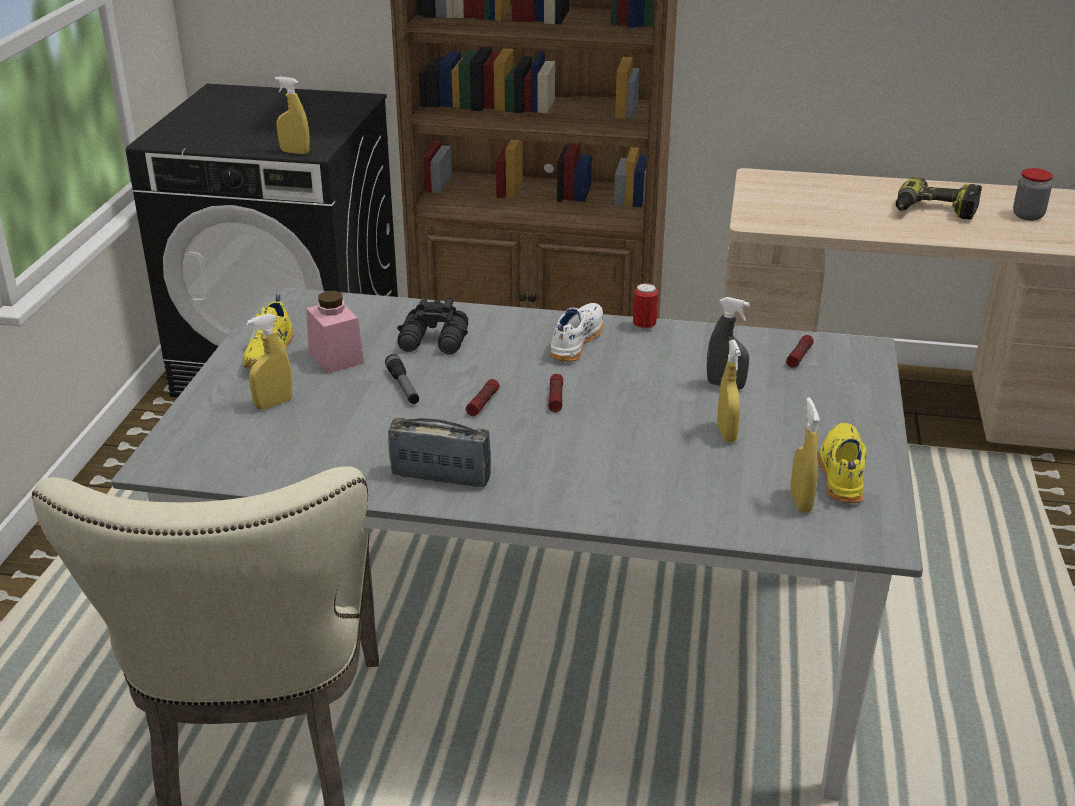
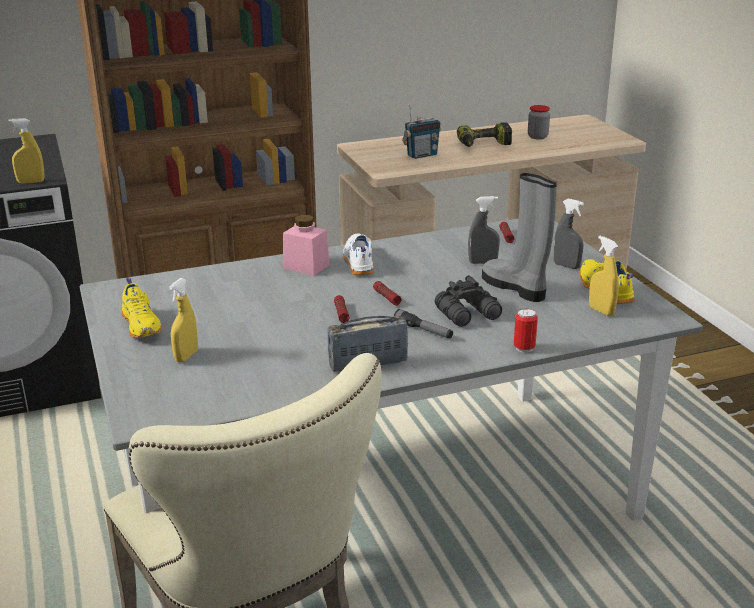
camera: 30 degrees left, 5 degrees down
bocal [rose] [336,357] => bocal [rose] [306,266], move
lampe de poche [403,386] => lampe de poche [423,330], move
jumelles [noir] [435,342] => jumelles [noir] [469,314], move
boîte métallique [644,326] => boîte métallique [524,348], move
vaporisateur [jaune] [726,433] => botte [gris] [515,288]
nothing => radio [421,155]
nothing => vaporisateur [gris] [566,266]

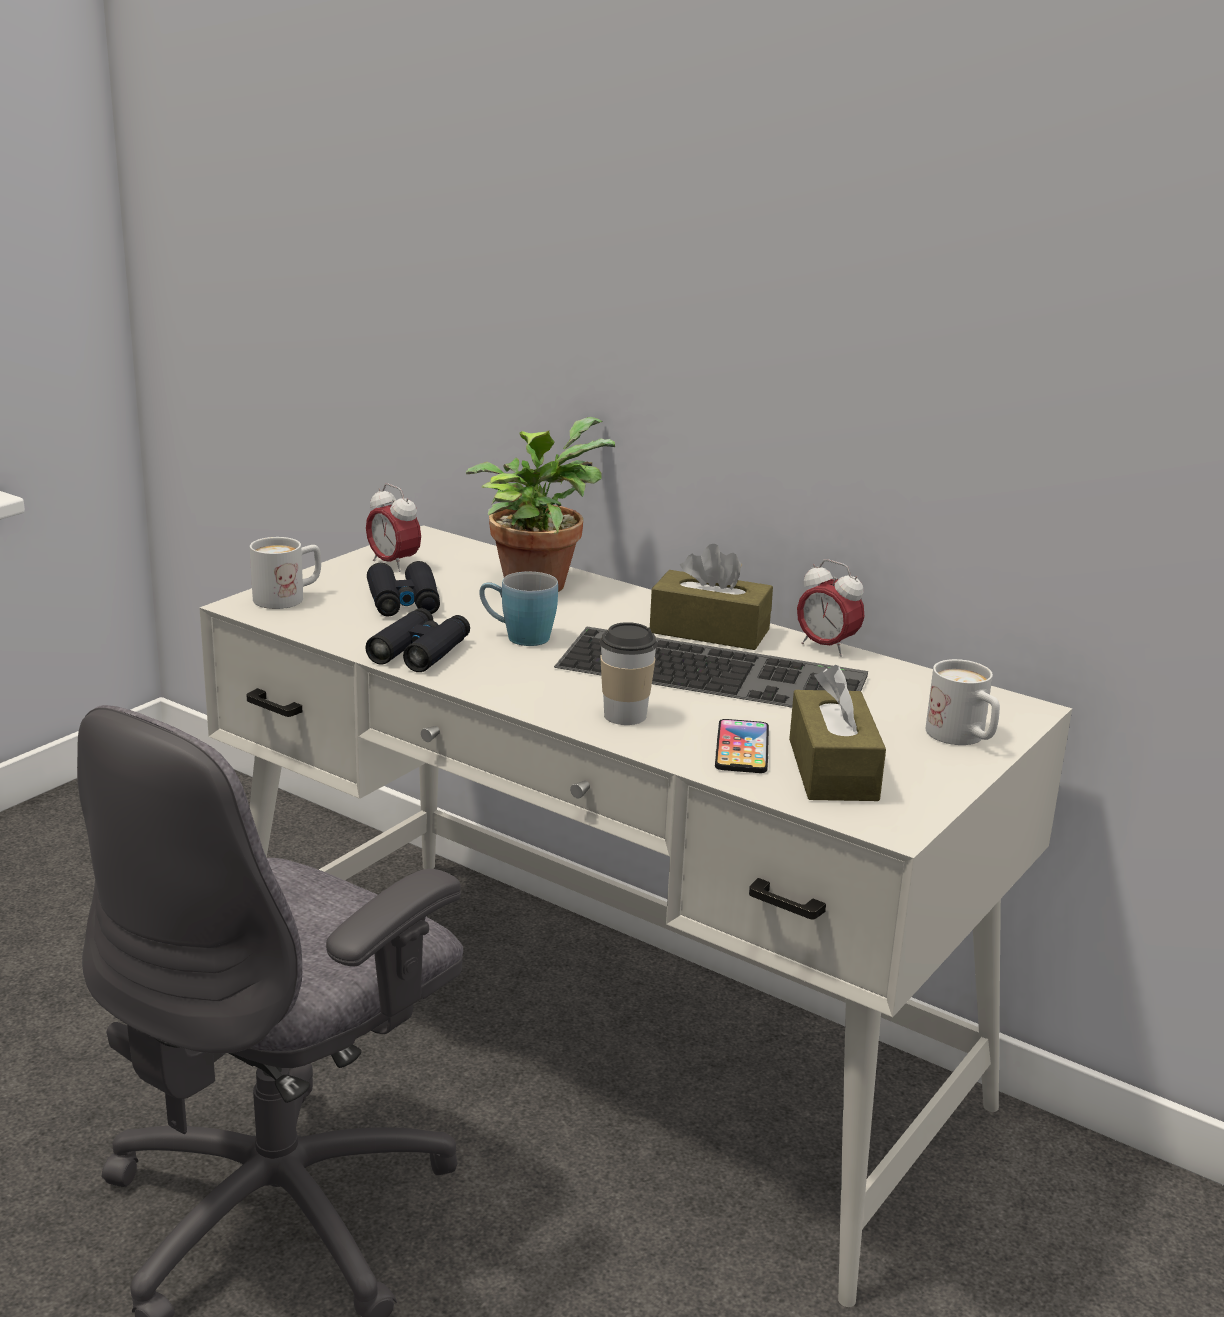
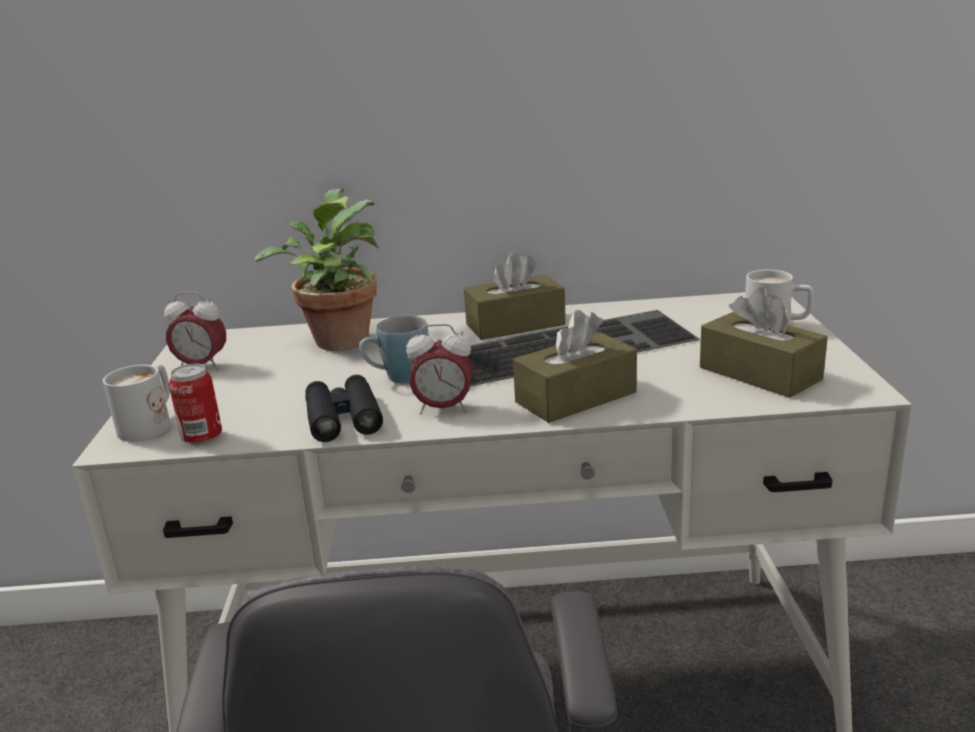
camera: 35 degrees left, 0 degrees up
jumelles [noir] [404,602] => nothing
tasse [625,715] => boîte à mouchoirs [marron] [576,397]
téléphone [742,748] => nothing
réveil [826,647] => réveil [443,409], move
nothing => boîte métallique [202,438]

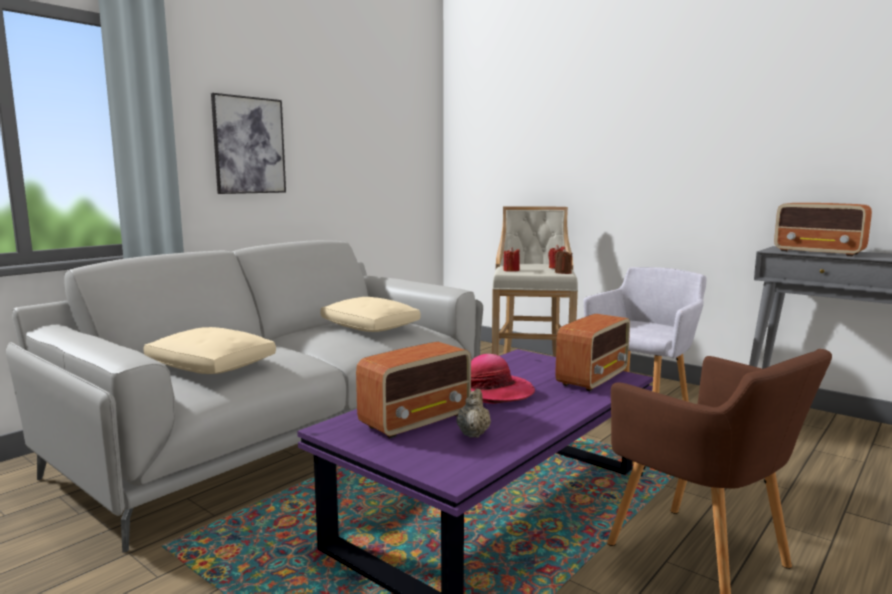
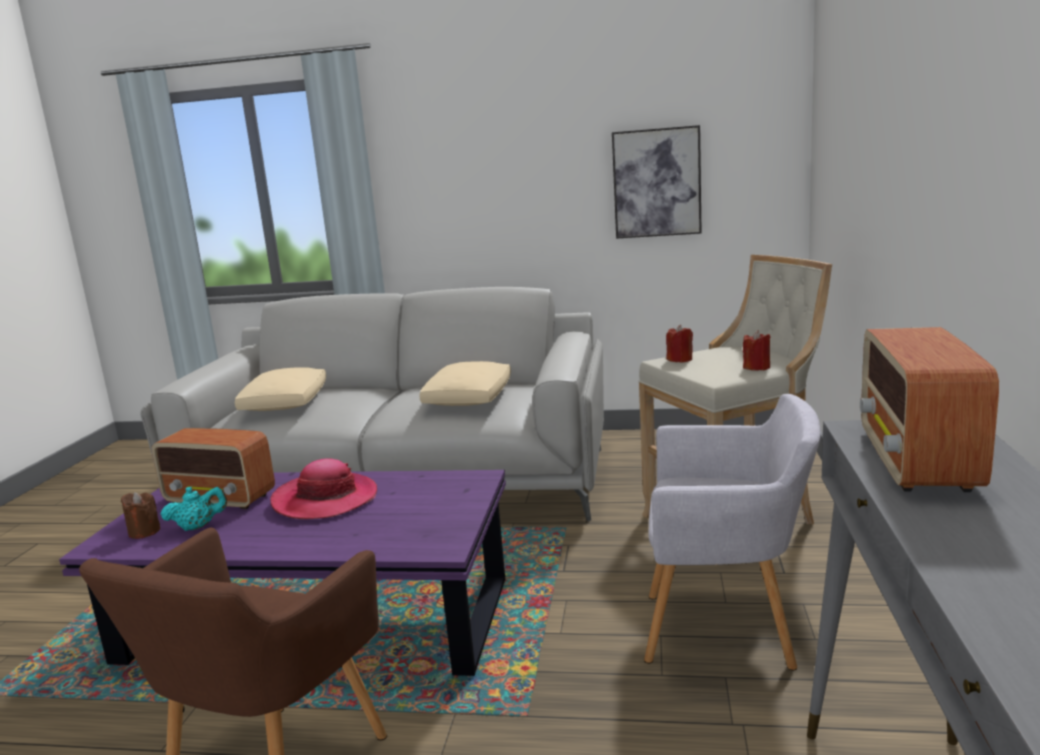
camera: 60 degrees right, 5 degrees up
tableau [249,145] => tableau [656,183], move
théière [beige] [473,433] => théière [turquoise] [198,527]
bougie [marron] [563,272] => bougie [marron] [144,532], move
radio [593,378] => nothing

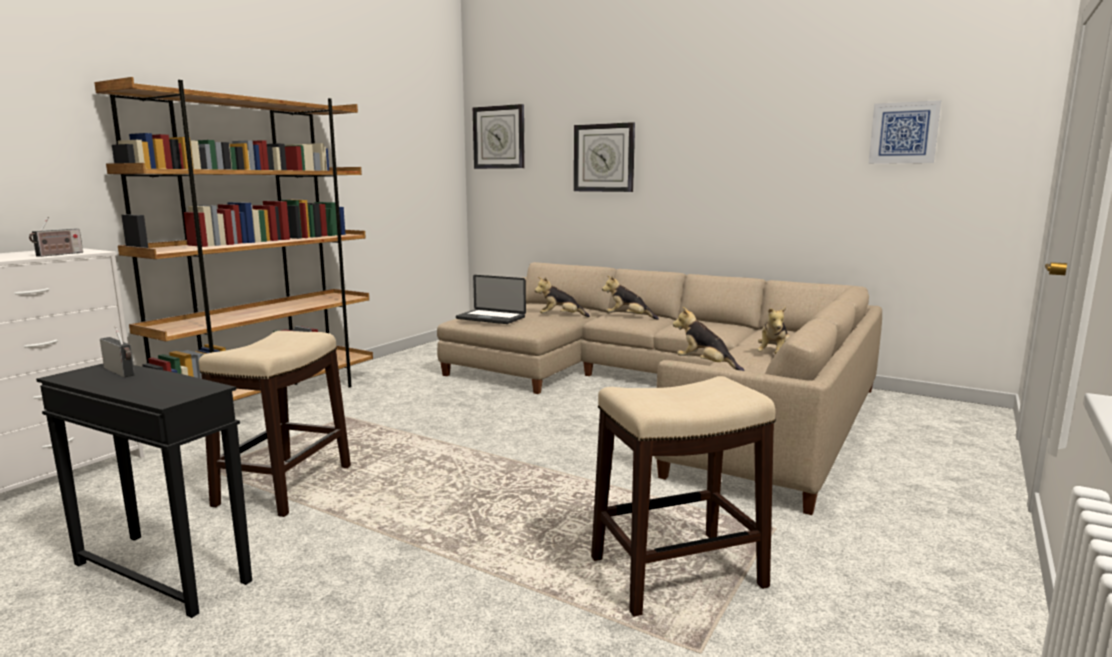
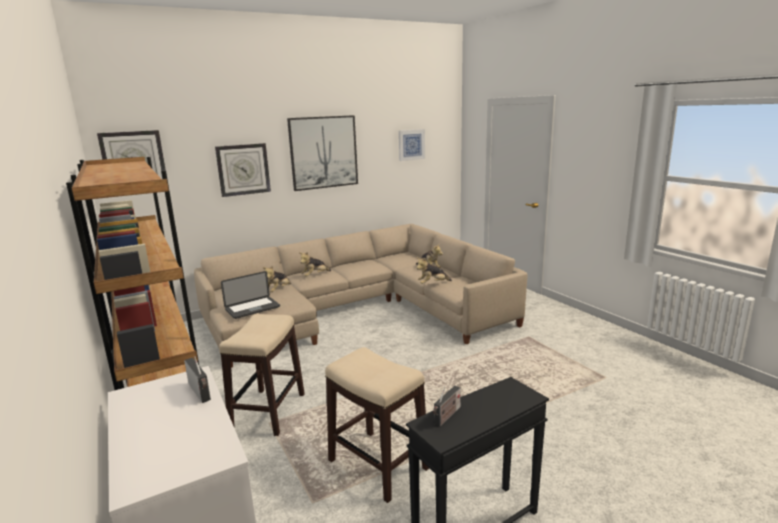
camera: 60 degrees left, 5 degrees up
radio [121,372] => radio [447,416], 150 degrees clockwise
tabouret [678,572] => tabouret [269,411], move
nothing => tableau [323,152]

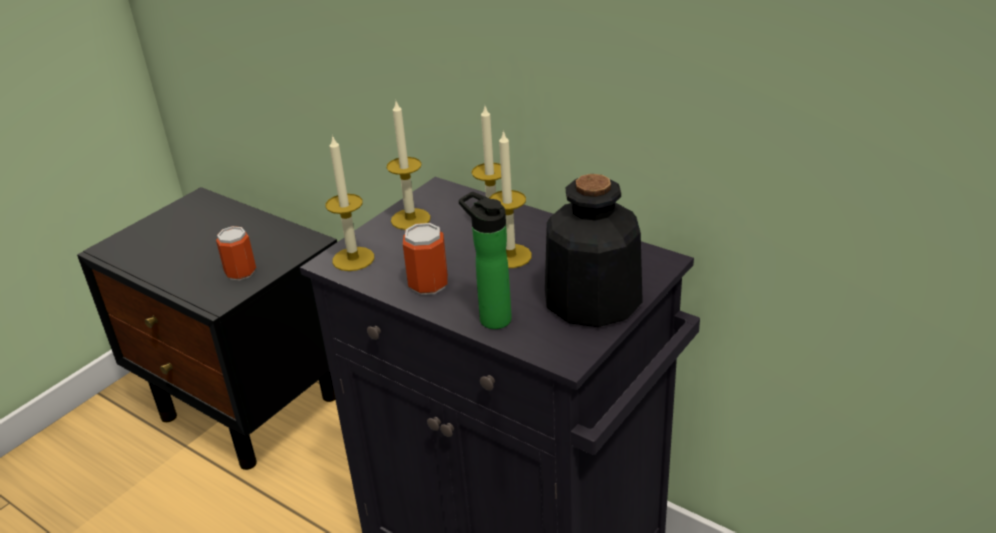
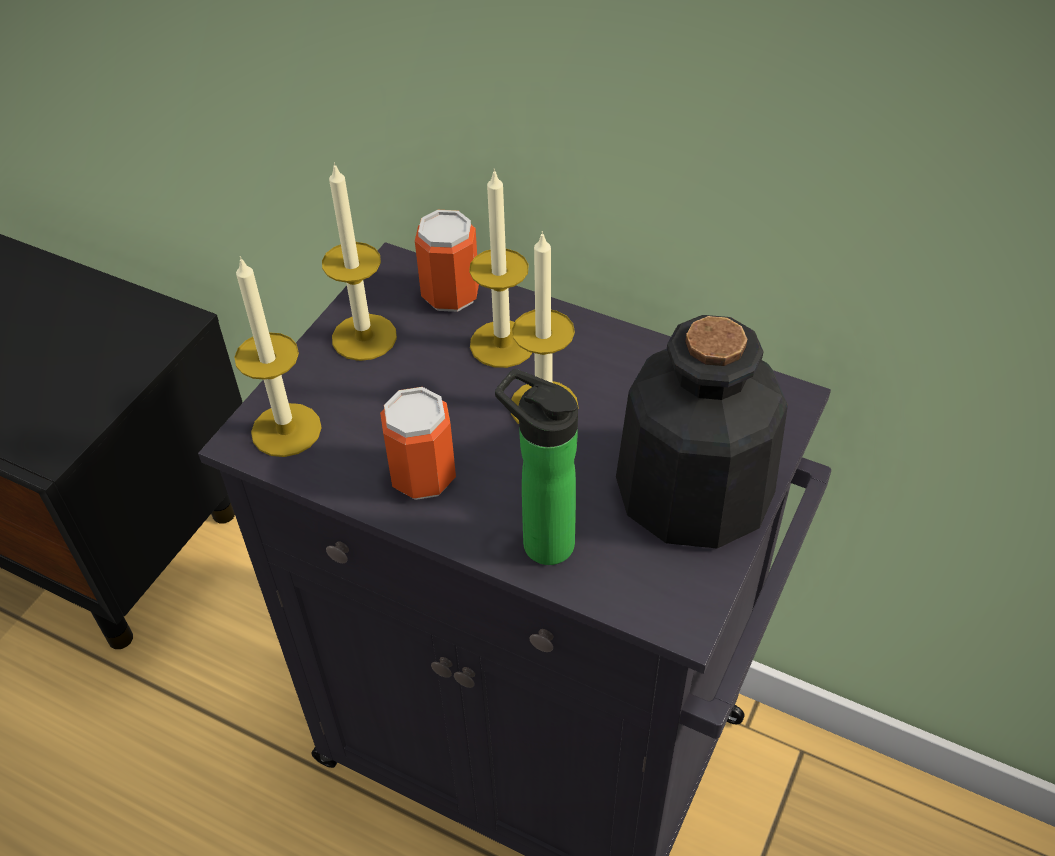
camera: 10 degrees left, 15 degrees up
boîte métallique [241,272] => boîte métallique [450,294], move

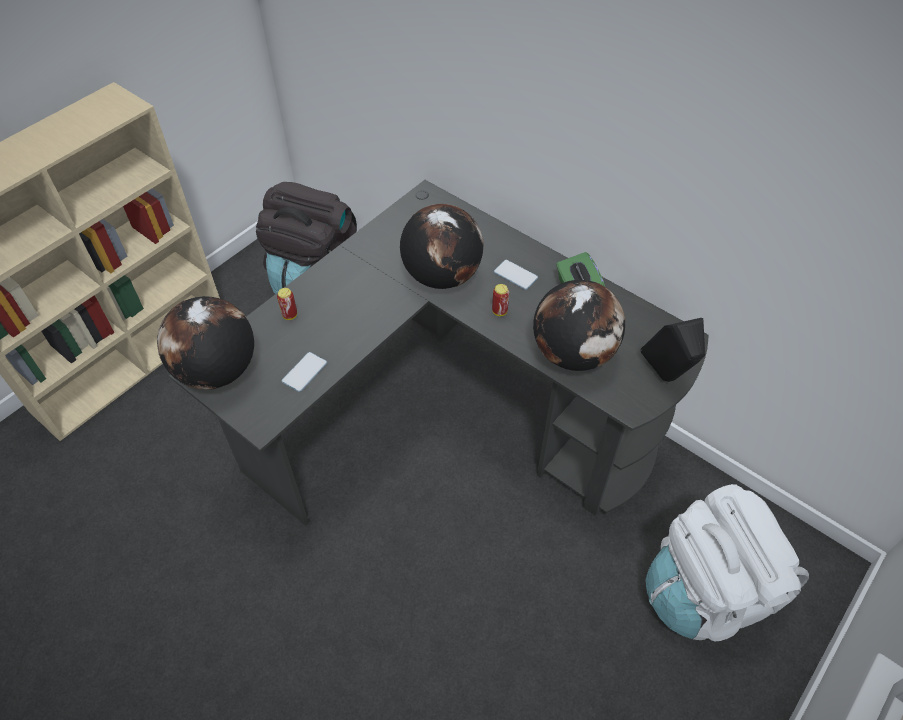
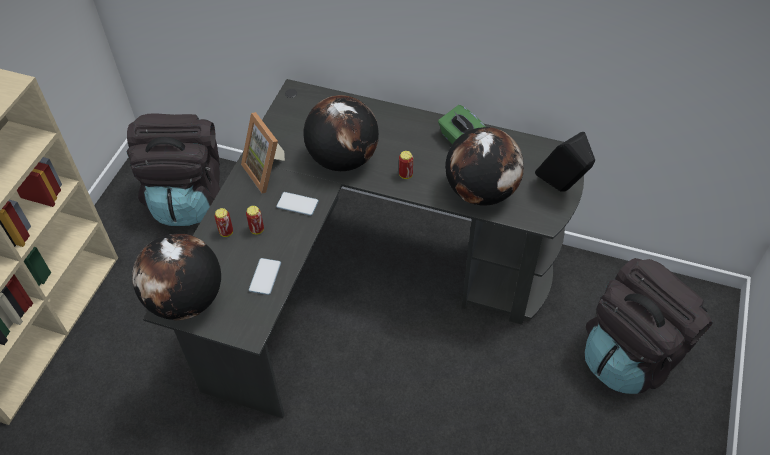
camera: 20 degrees left, 0 degrees up
téléphone [515,275] => téléphone [297,204], move
sac à dos [blanc] [707,593] => sac à dos [noir] [632,354]
nothing => cadre photo [268,171]
nothing => boîte métallique [257,229]

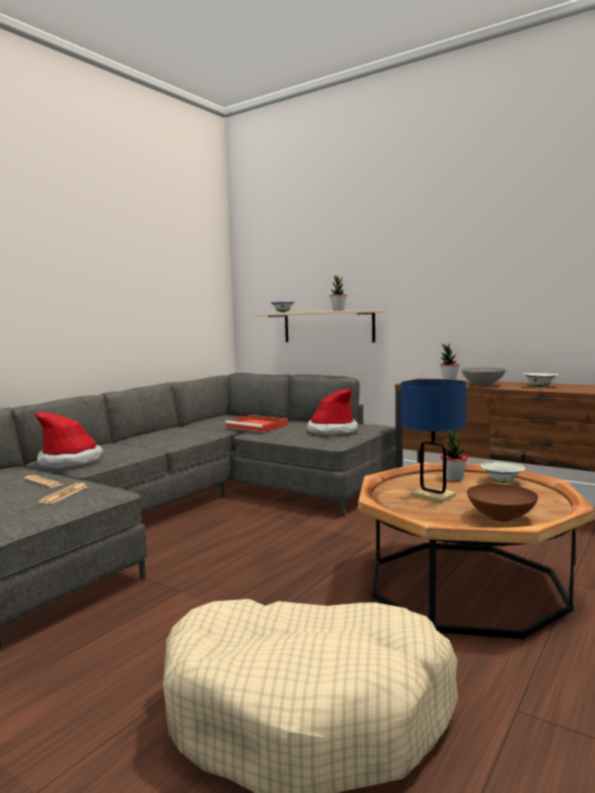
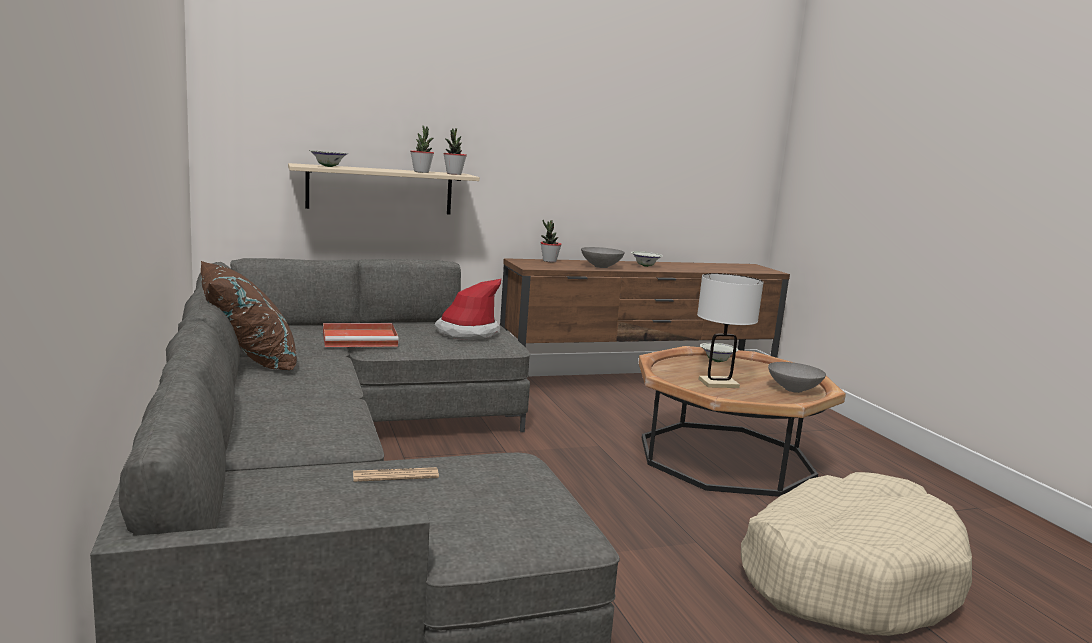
camera: 55 degrees left, 5 degrees up
chapeau [70,461] => nothing
journal [64,494] => nothing
lampe de table [bleu] [432,495] => lampe de table [blanc] [718,383]
plante en pot [453,478] => plante en pot [454,174], move
bol [marron] [500,518] => bol [gris] [794,390]
nothing => coussin [marron] [248,360]

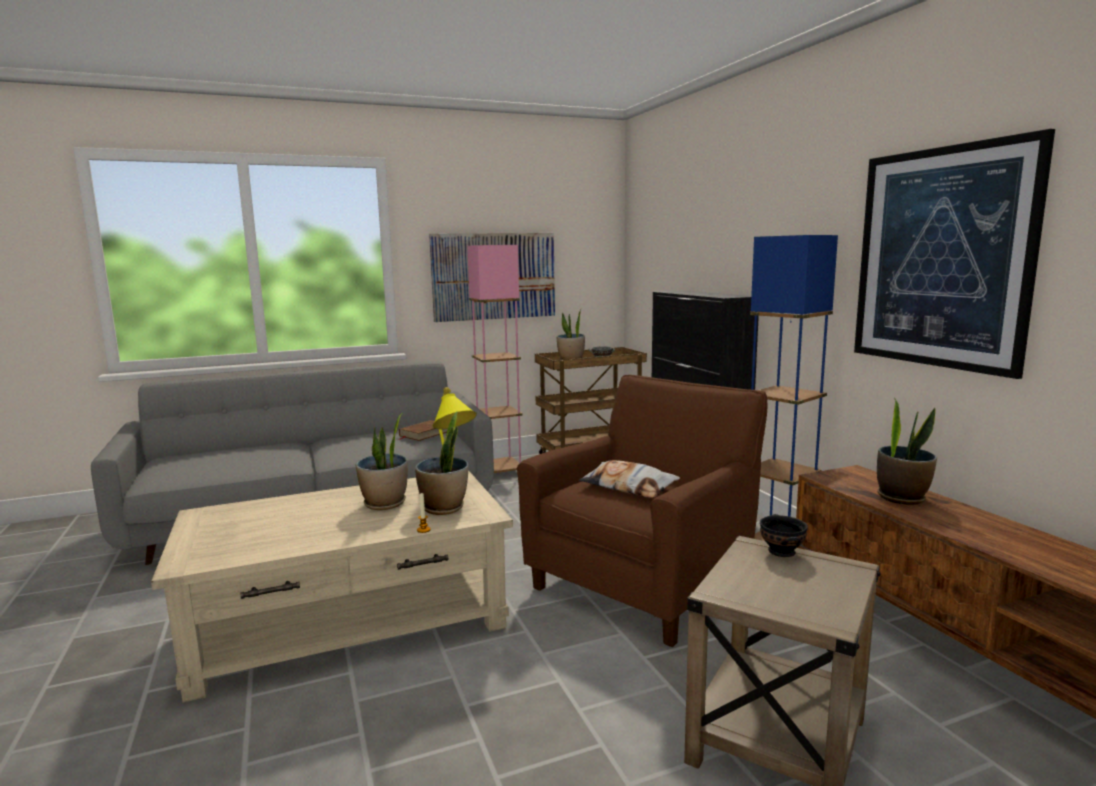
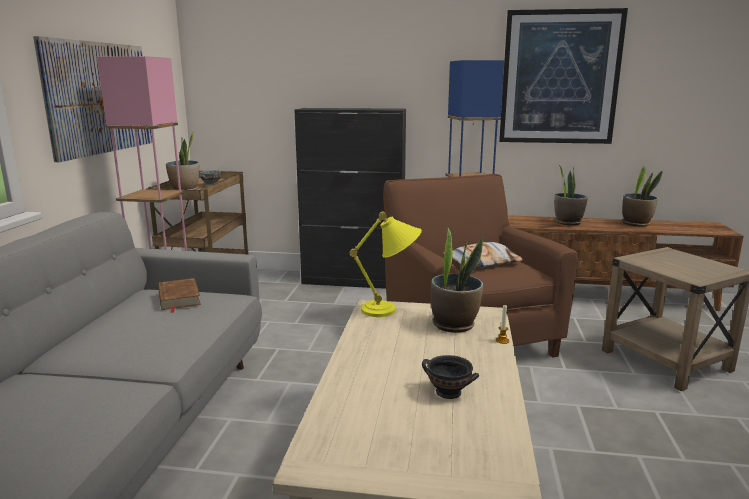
camera: 60 degrees left, 5 degrees up
plante en pot [385,504] => plante en pot [636,224], move
bol [noir] [782,551] => bol [noir] [448,391], move

